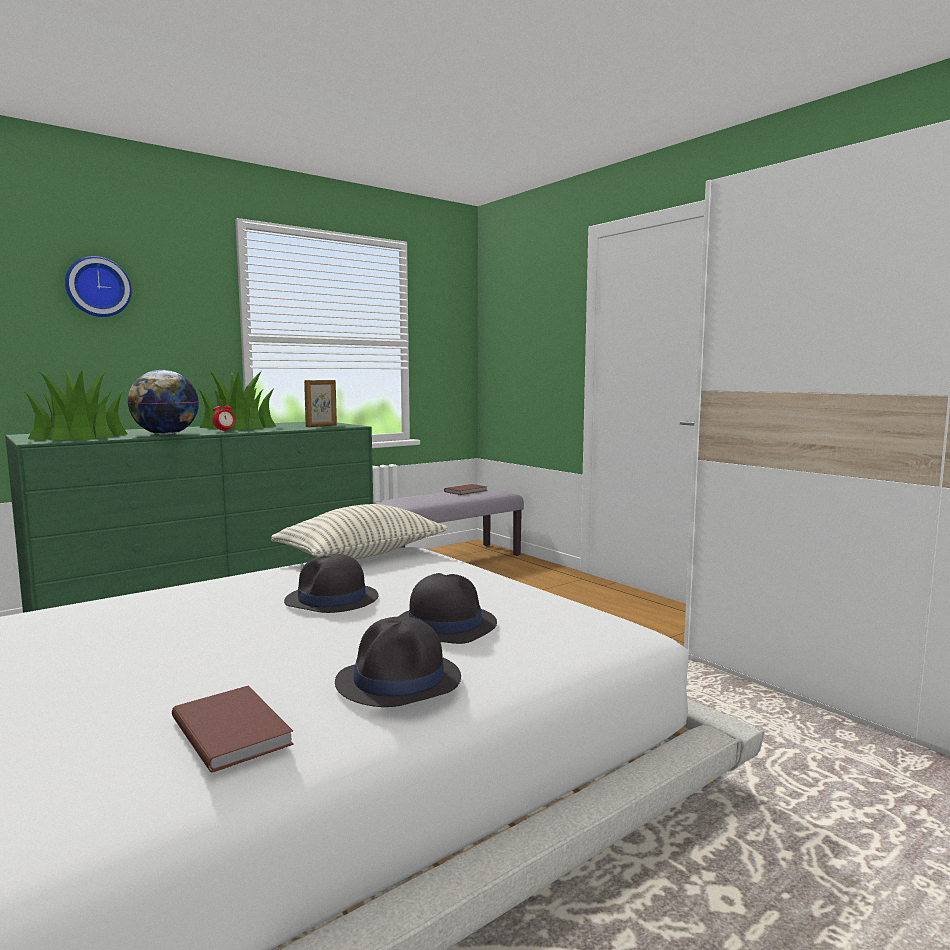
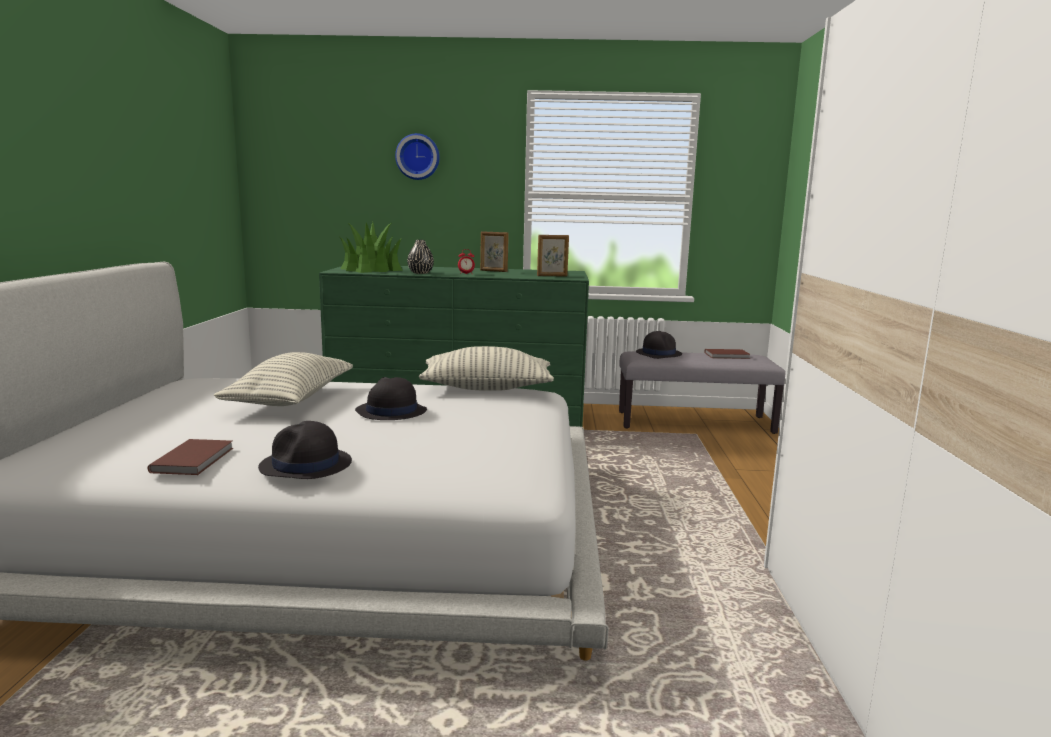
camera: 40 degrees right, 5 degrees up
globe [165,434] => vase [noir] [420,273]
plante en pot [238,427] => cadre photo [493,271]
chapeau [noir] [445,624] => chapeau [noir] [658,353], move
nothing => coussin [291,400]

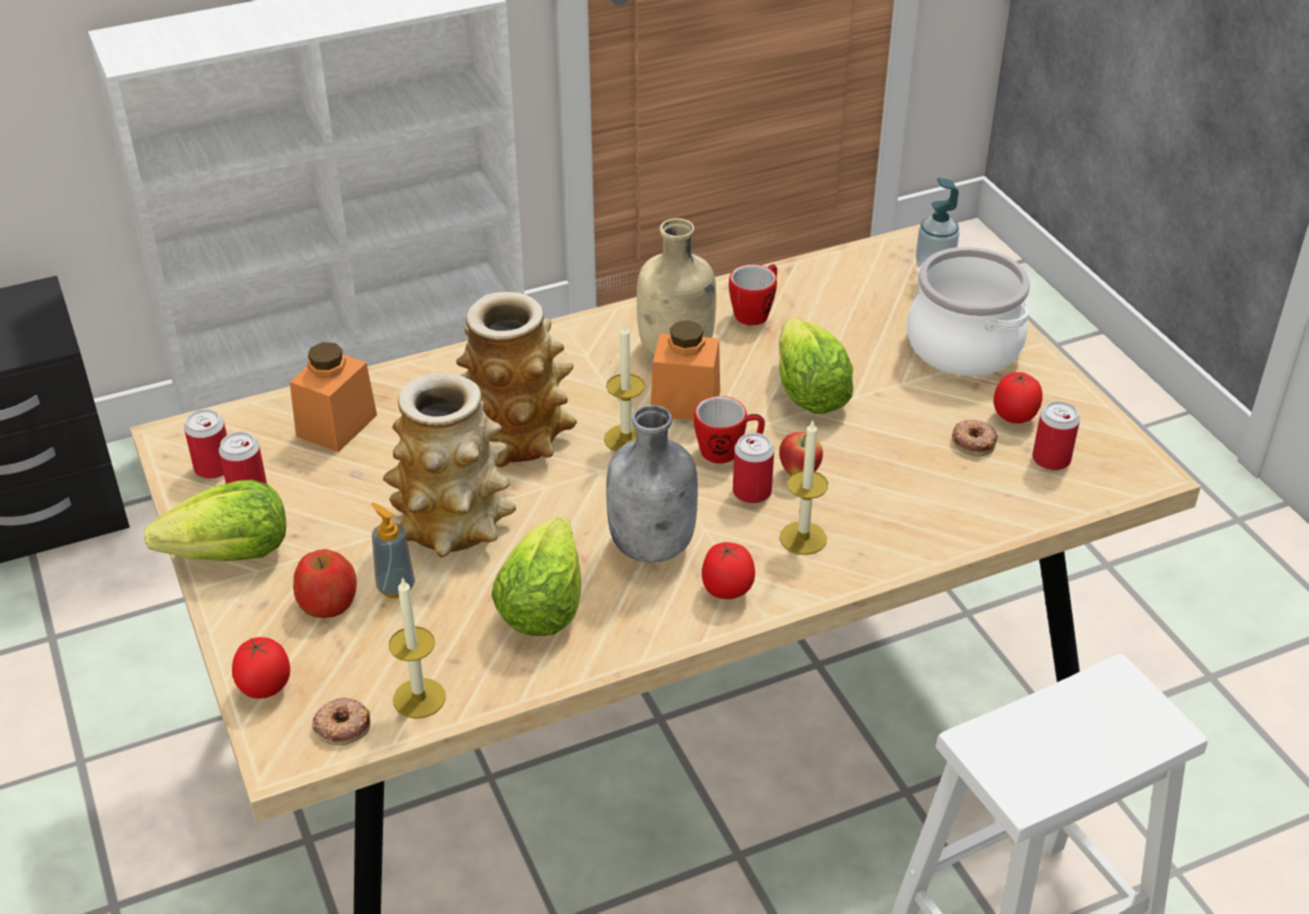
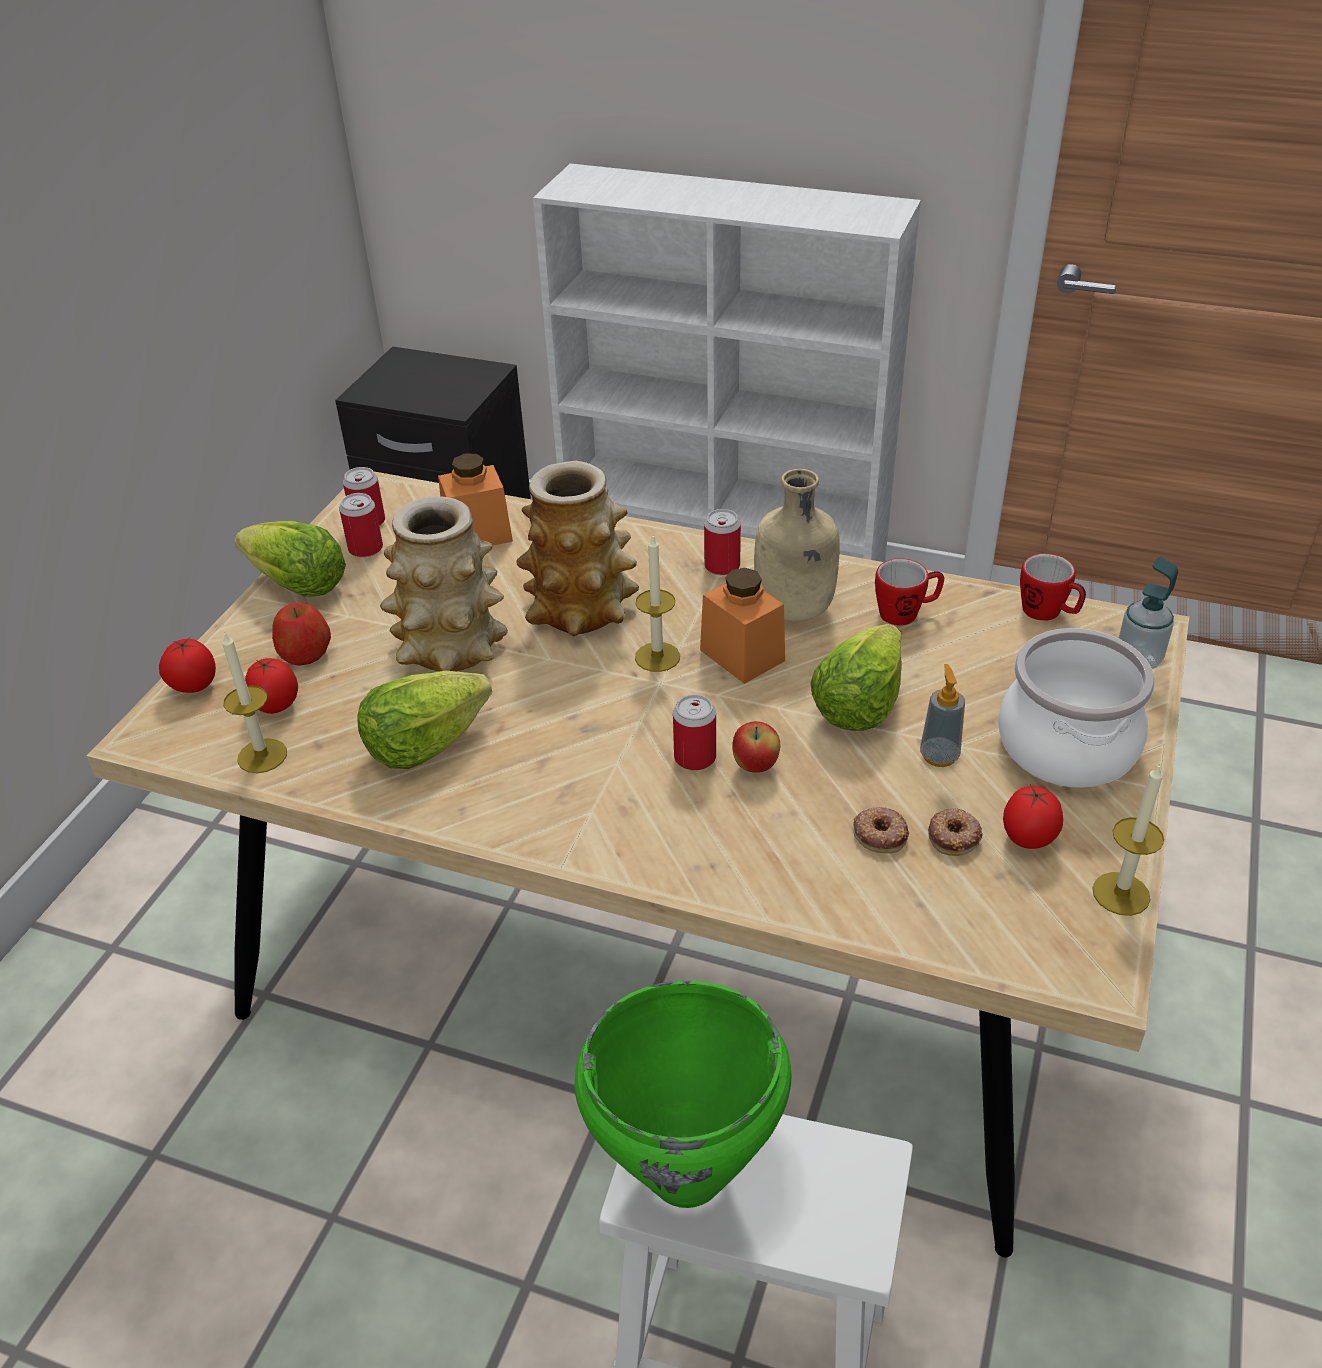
camera: 45 degrees right, 0 degrees up
beignet [342,725] => beignet [880,833], move
distributeur de savon [396,587] => distributeur de savon [939,756], move
bouteille [gris] [654,545] => nothing
mug [728,452] => mug [1048,613], move
tomate [727,591] => tomate [276,706], move
bougie [803,538] => bougie [1121,893], move
boîte métallique [1051,459] => boîte métallique [722,566], move
nothing => marmite [vert] [688,1174]

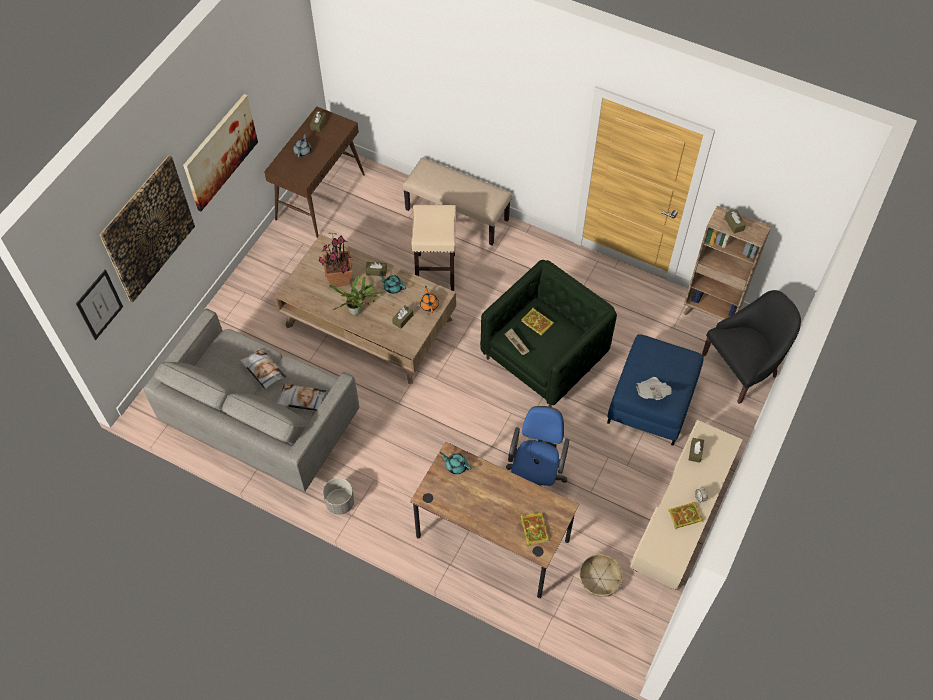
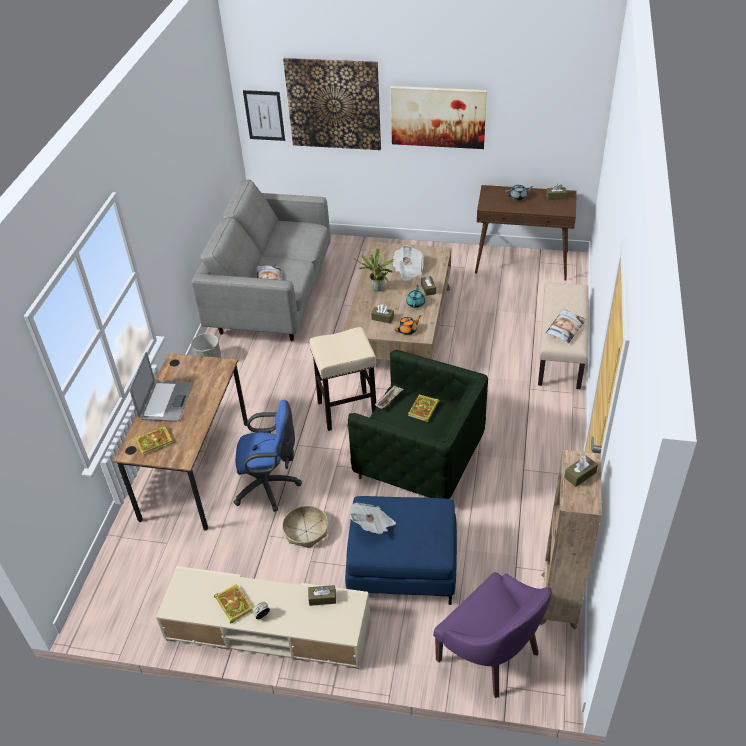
camera: 75 degrees right, 15 degrees down
coussin [263,370] => coussin [565,328], move
plante en pot [339,279] => journal [408,270]
tabouret [beige] [435,271] => tabouret [beige] [348,410], move
théière [turquoise] [456,465] => nothing
panier [600,579] => panier [306,531], move
fauteuil [noir] [742,368] => fauteuil [violet] [492,654]
nothing => ordinateur portable [165,402]

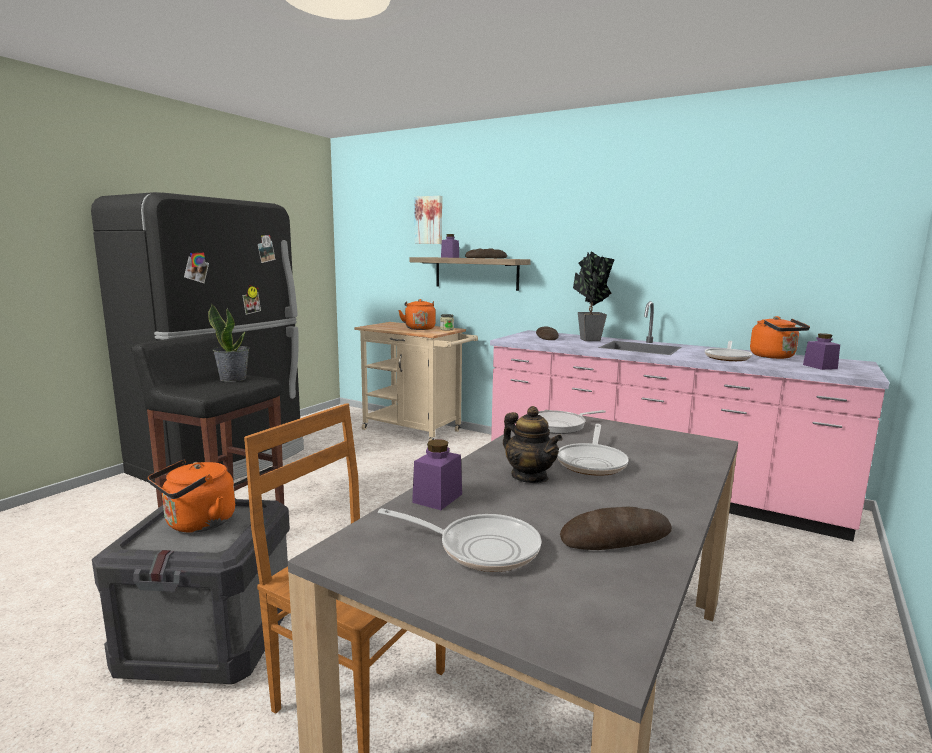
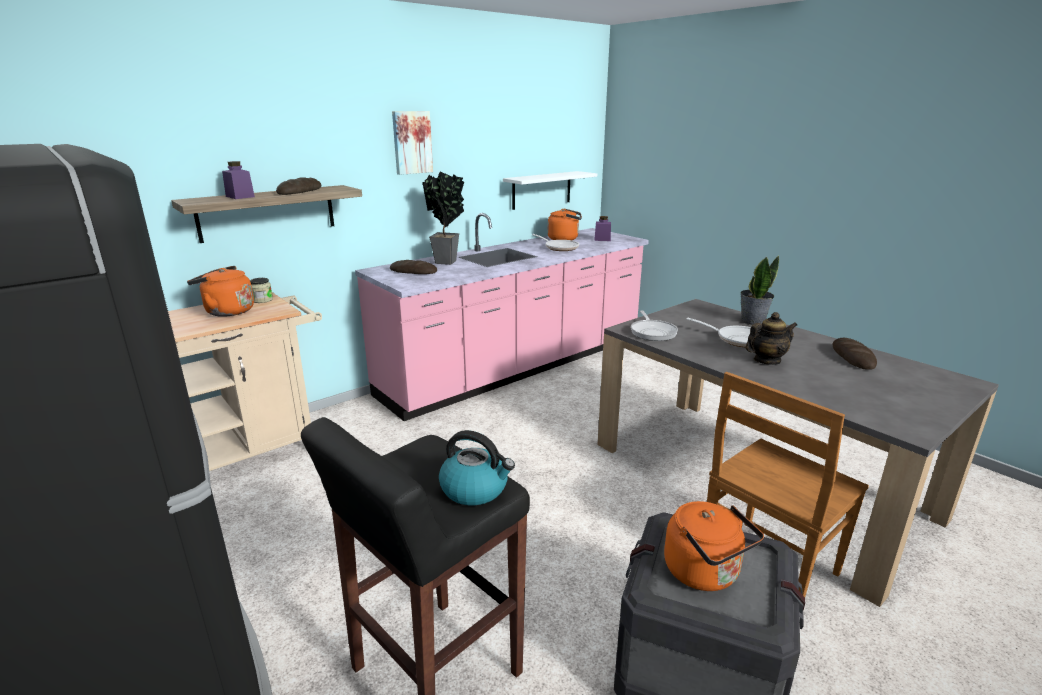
camera: 70 degrees left, 10 degrees up
plante en pot [233,379] => plante en pot [752,321], move
poêle [481,548] => nothing
bocal [violet] [437,498] => nothing
tableau [429,220] => tableau [411,142], move
nothing => bouilloire [475,489]
nothing => étagère [blanc] [541,190]

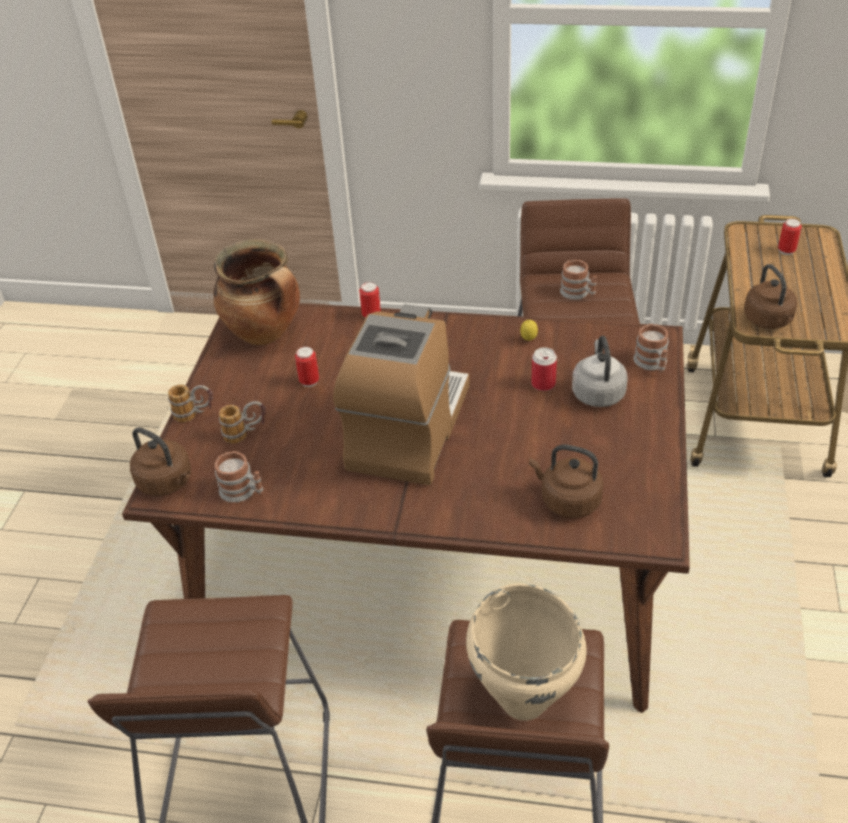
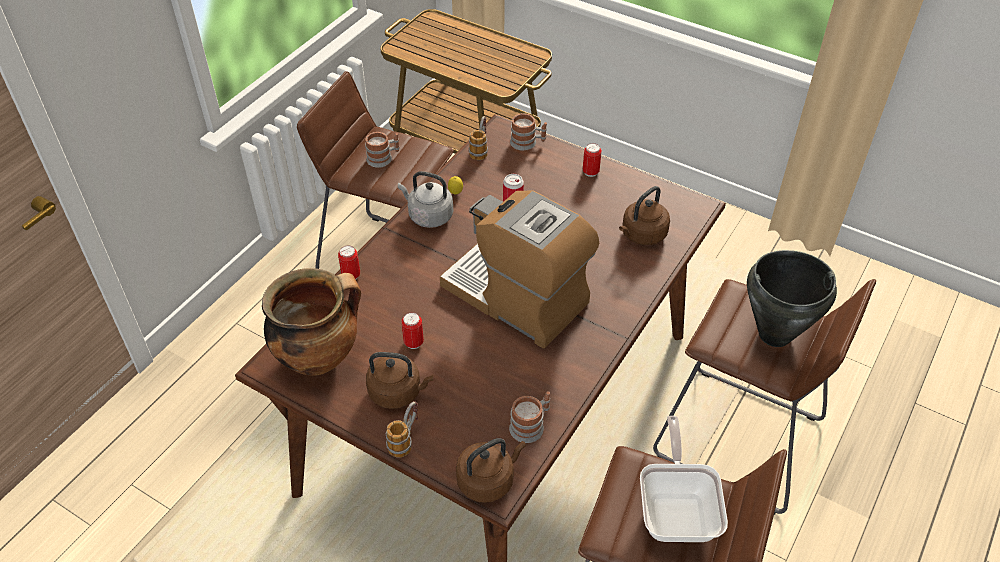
camera: 70 degrees left, 5 degrees up
mug [246,434] => mug [480,149], move
marmite [beige] [524,700] => marmite [noir] [774,334]
bouilloire [gris] [597,392] => bouilloire [gris] [428,216], move
bouilloire [marron] [769,321] => bouilloire [marron] [398,392], move
boîte métallique [786,251] => boîte métallique [590,172], move
nothing => poêle [677,510]

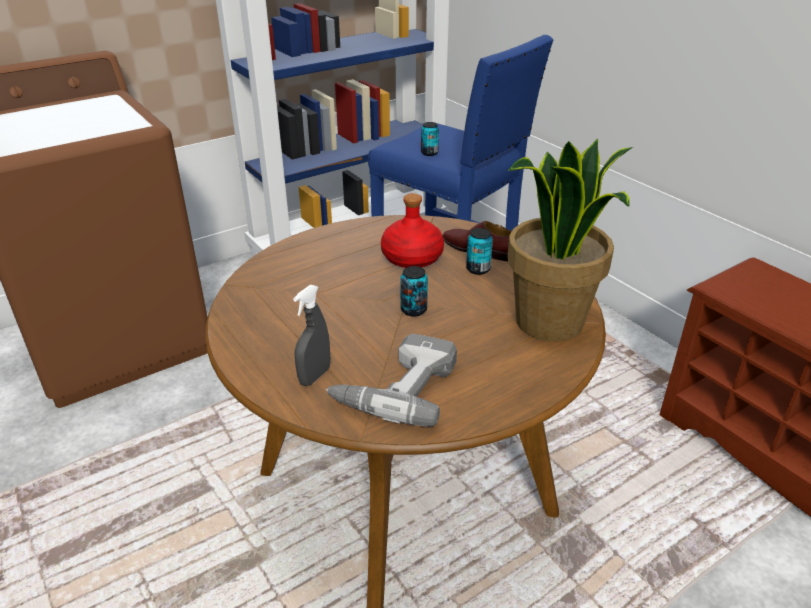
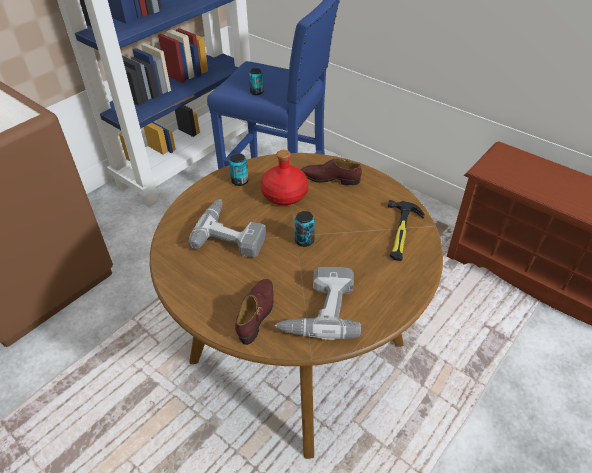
camera: 15 degrees left, 10 degrees up
vaporisateur [gris] [314,376] => chaussure [marron] [257,313]
boîte métallique [478,269] => boîte métallique [239,181], move
plante en pot [550,323] => marteau [401,232]
nothing => perceuse [232,233]

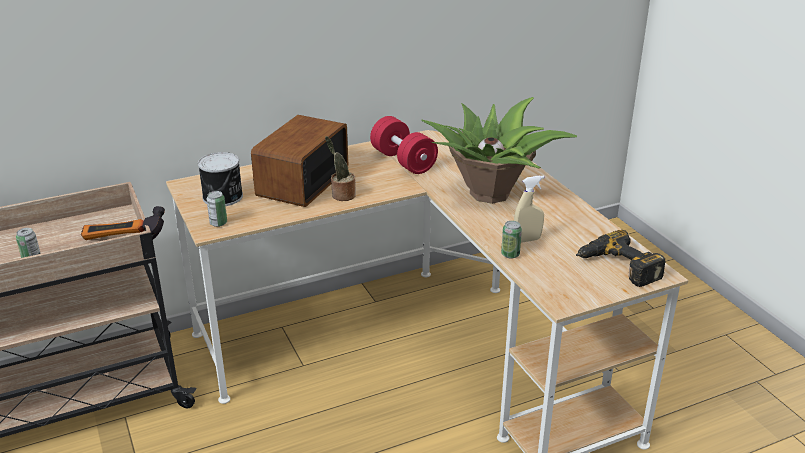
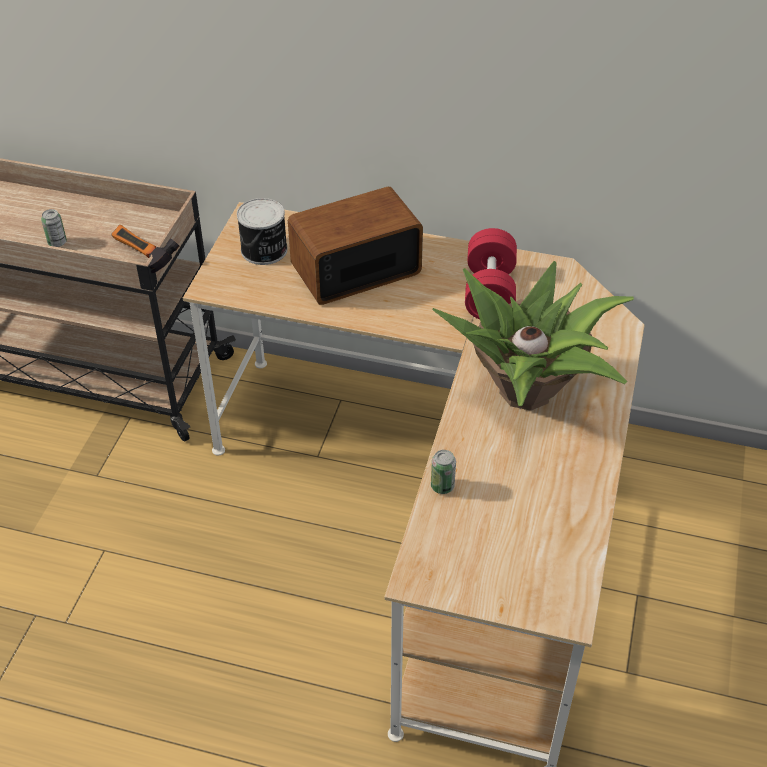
camera: 40 degrees right, 15 degrees up
boîte métallique [218,223] => nothing
plante en pot [342,195] => nothing
vaporisateur [beige] [527,240] => nothing
perceuse [617,267] => nothing

